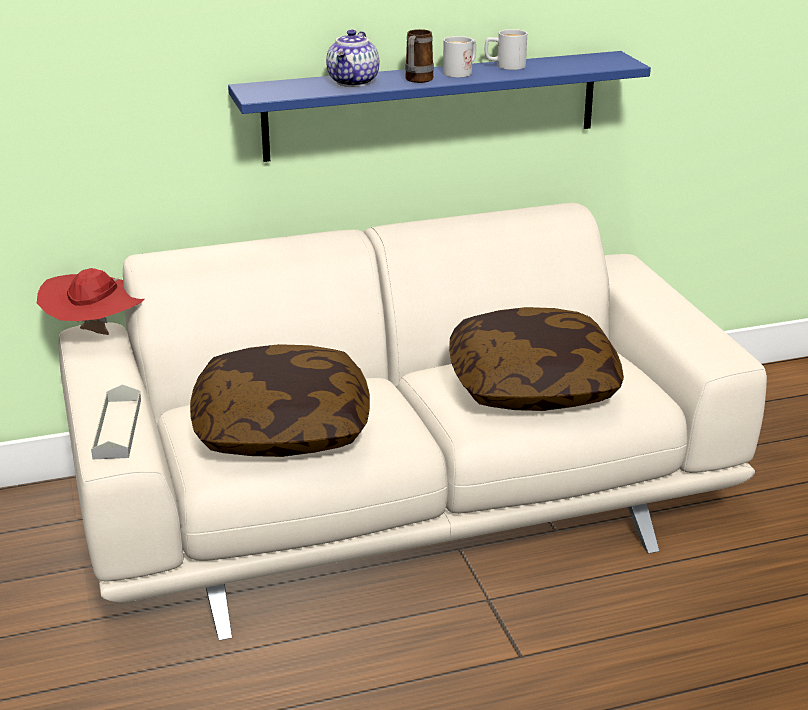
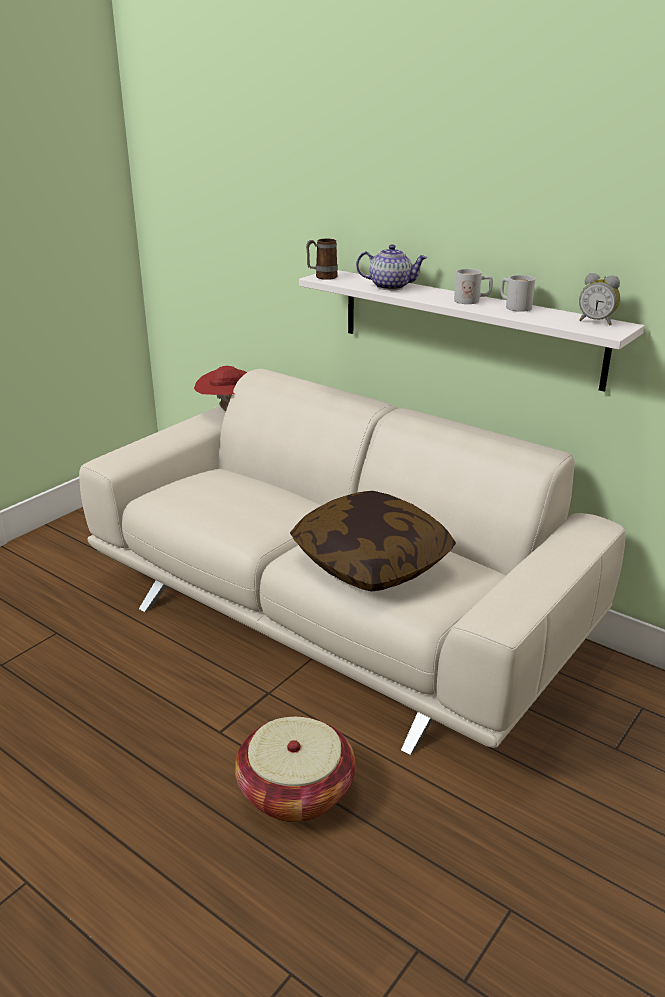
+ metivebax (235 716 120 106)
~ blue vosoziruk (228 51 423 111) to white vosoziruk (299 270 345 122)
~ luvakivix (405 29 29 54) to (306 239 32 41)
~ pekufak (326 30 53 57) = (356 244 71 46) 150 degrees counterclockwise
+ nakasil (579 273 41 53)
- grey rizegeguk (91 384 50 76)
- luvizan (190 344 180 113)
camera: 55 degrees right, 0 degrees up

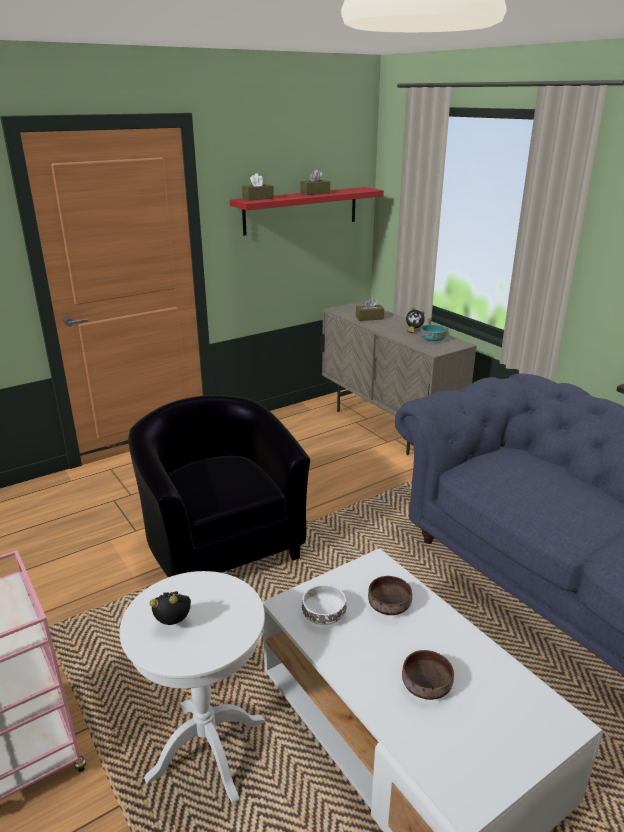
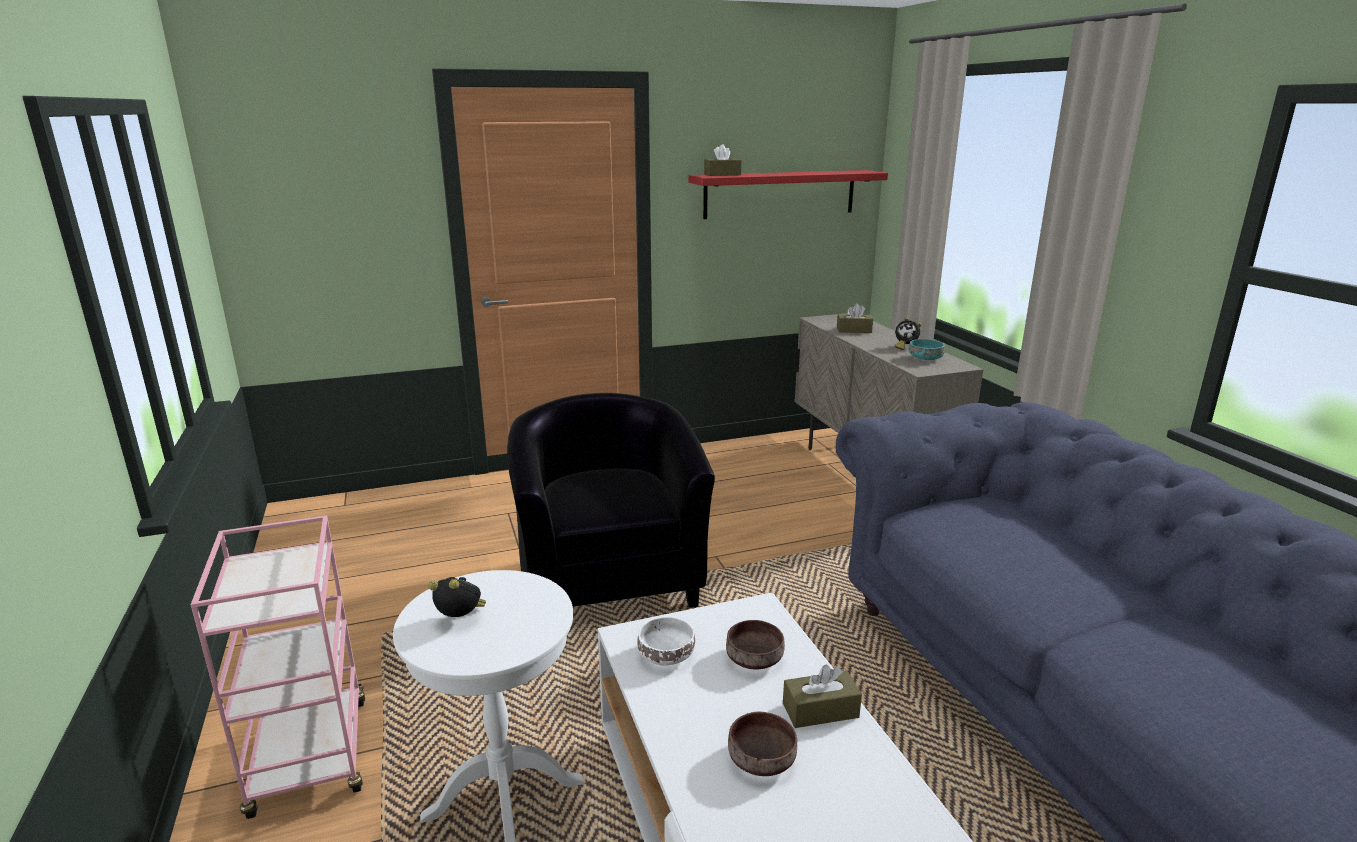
~ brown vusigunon (300 169 30 26) to (783 665 79 63)
camera: 15 degrees right, 5 degrees down

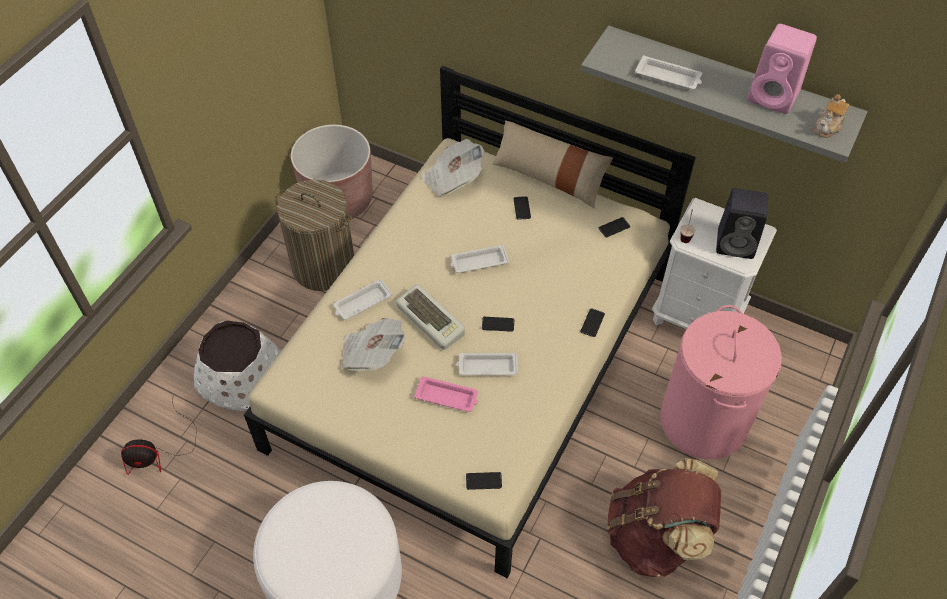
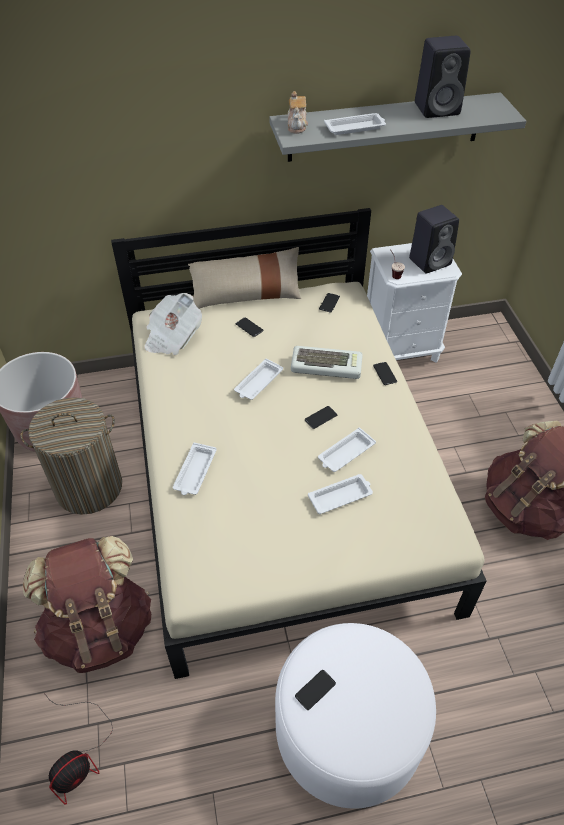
~ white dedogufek (194 321 87 90) to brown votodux (23 536 128 137)
~ pekufak (814 94 35 44) to (288 91 20 42)
~ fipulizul (396 284 69 66) to (291 346 72 33)
~ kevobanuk (466 472 36 18) to (295 670 41 40)
~ pink rizegeguk (414 376 64 36) to white rizegeguk (308 474 65 40)
~ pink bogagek (747 24 70 90) to black bogagek (415 36 56 82)
- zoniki (342 318 63 53)
- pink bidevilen (660 305 122 154)
camera: 40 degrees left, 5 degrees down

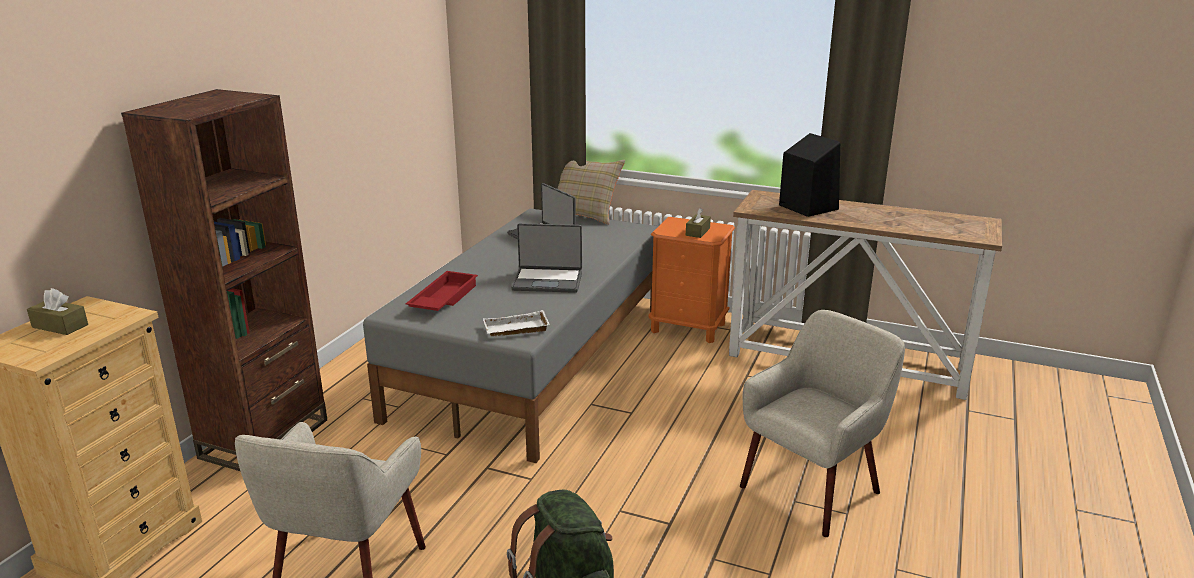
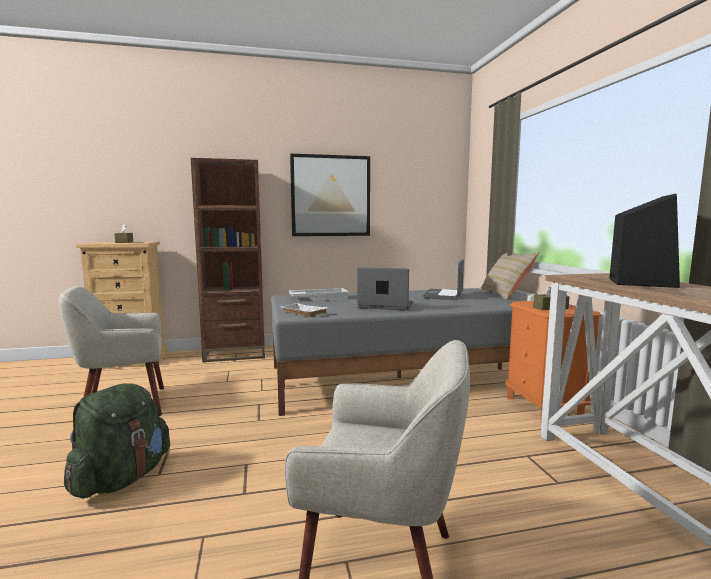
~ red rizegeguk (406 271 72 40) to white rizegeguk (288 288 61 13)
+ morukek (290 154 80 82)
~ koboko (511 223 71 70) = (357 267 56 43) 135 degrees clockwise
camera: 55 degrees right, 15 degrees down

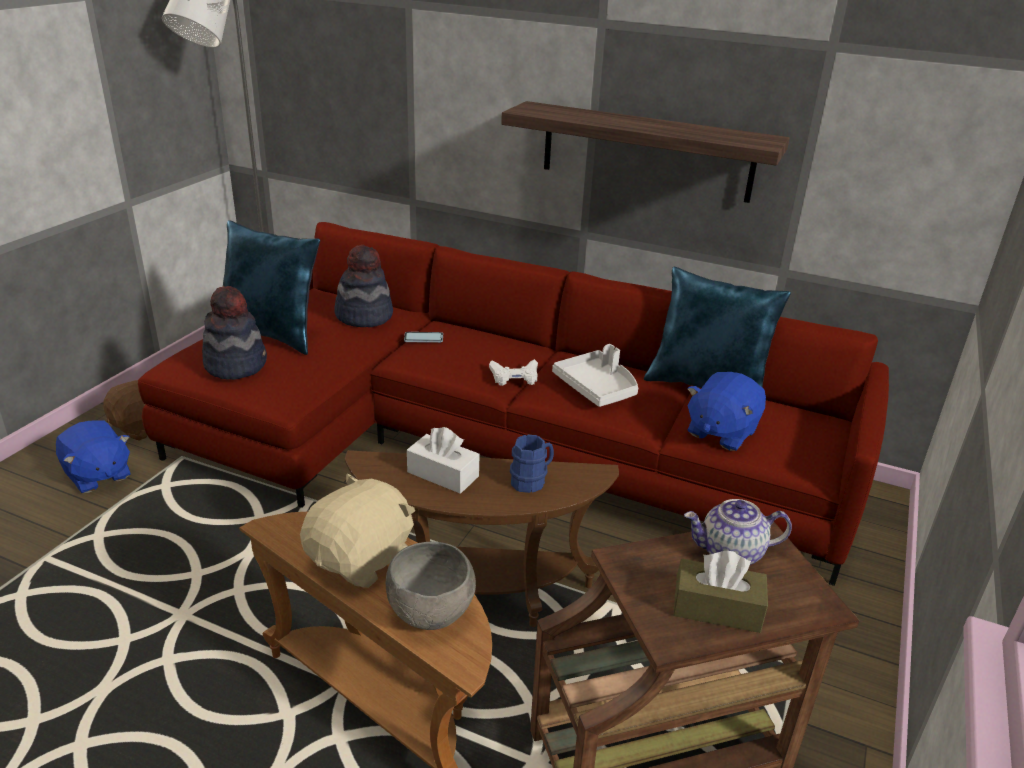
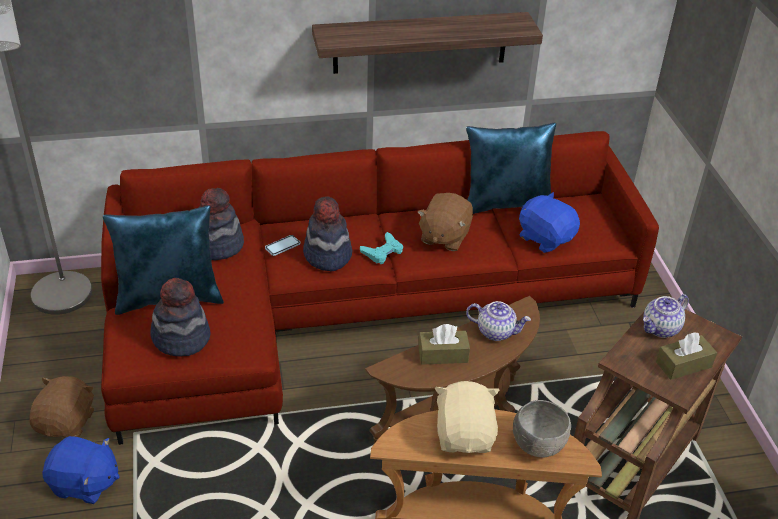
+ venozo (303 196 49 75)
~ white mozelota (489 359 49 27) to turquoise mozelota (360 232 43 32)
~ white rizegeguk (552 344 86 63) to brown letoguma (418 193 55 58)
~ white vusigunon (407 427 73 67) to brown vusigunon (418 324 52 41)
~ blue luvakivix (510 435 44 58) to pekufak (466 301 65 40)
~ blue letoguma (687 372 79 79) = (519 192 61 61) 135 degrees clockwise
camera: 35 degrees left, 10 degrees up

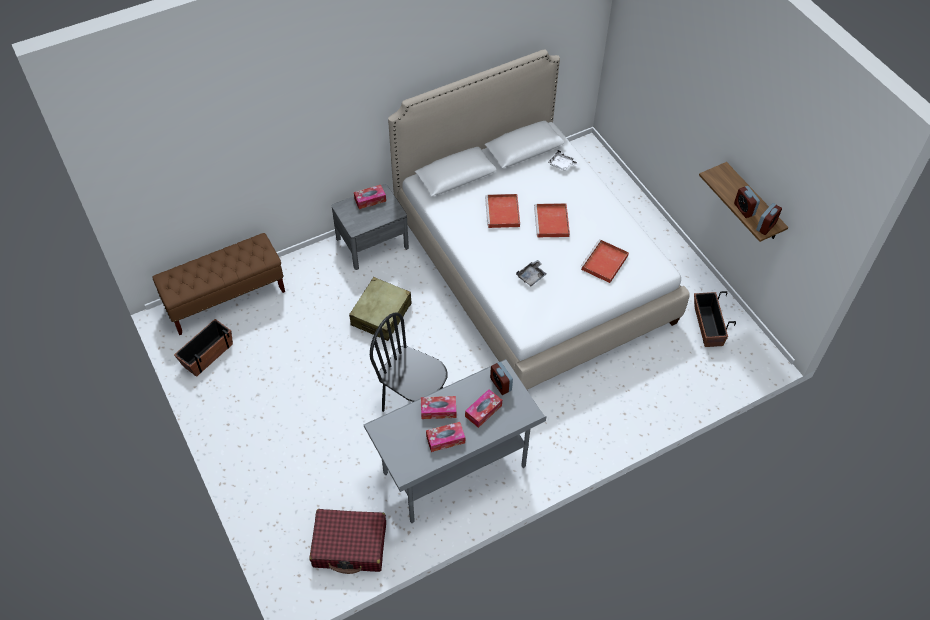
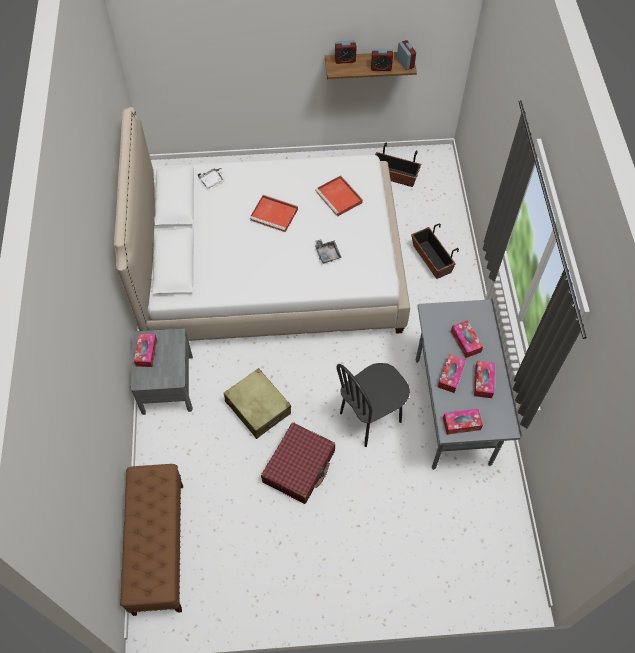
~ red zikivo (310 509 76 65) to (261 422 74 82)
~ nakasil (490 362 23 33) to (335 40 22 24)
~ dedogufek (174 319 59 58) to (411 223 48 56)
+ vusigunon (443 409 40 26)
- red rizegeguk (485 194 35 34)
camera: 65 degrees left, 5 degrees up

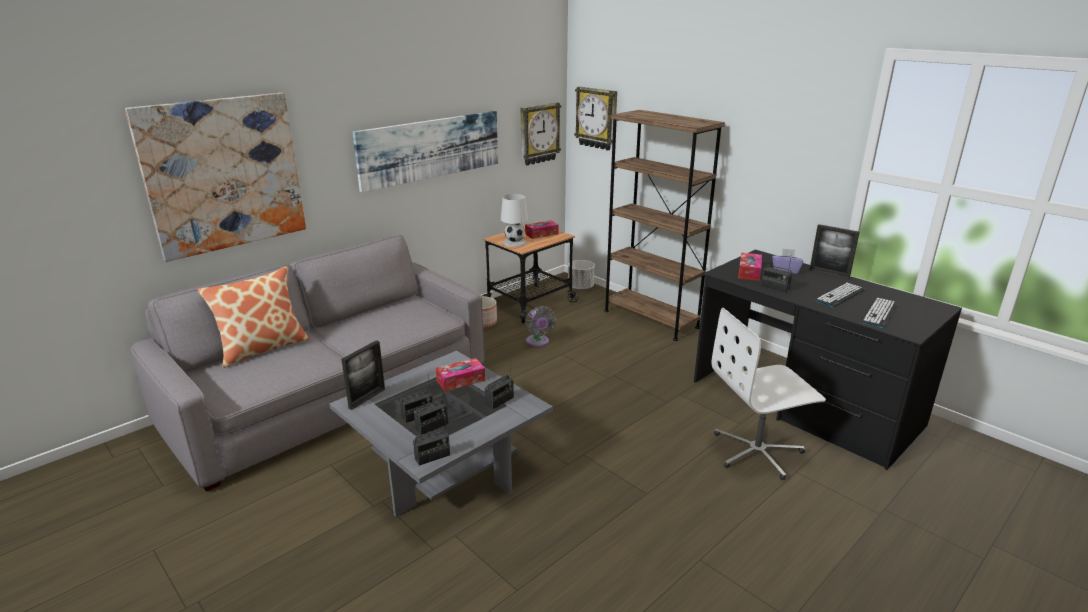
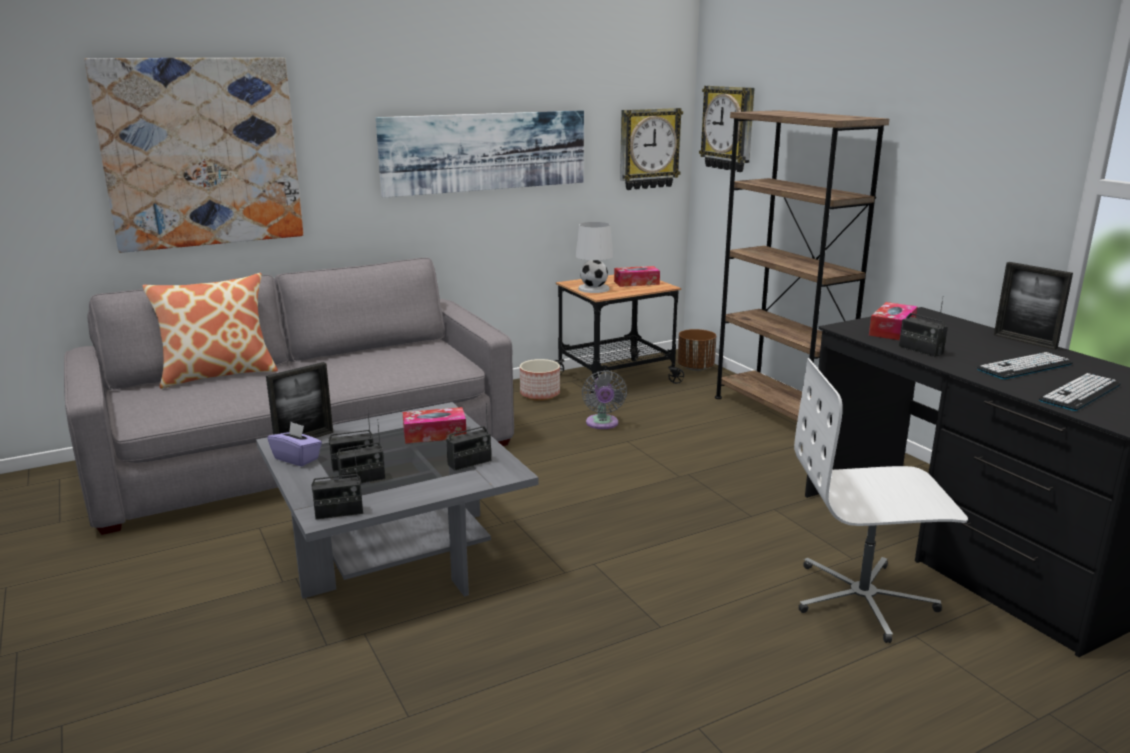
~ purple vusigunon (772 248 31 26) to (267 422 55 44)
~ white dedogufek (568 260 27 30) to brown dedogufek (678 329 38 42)
camera: 15 degrees right, 5 degrees down

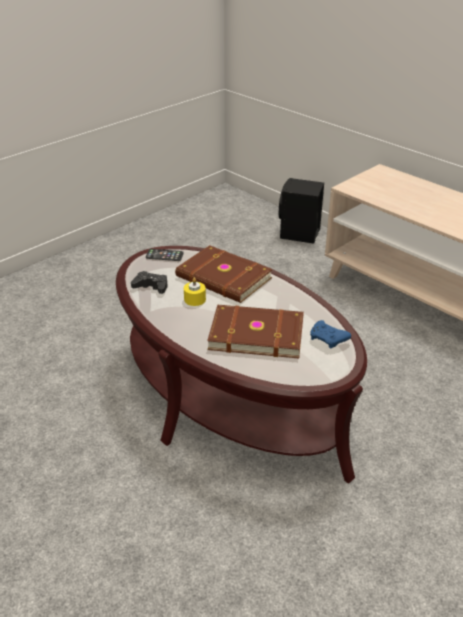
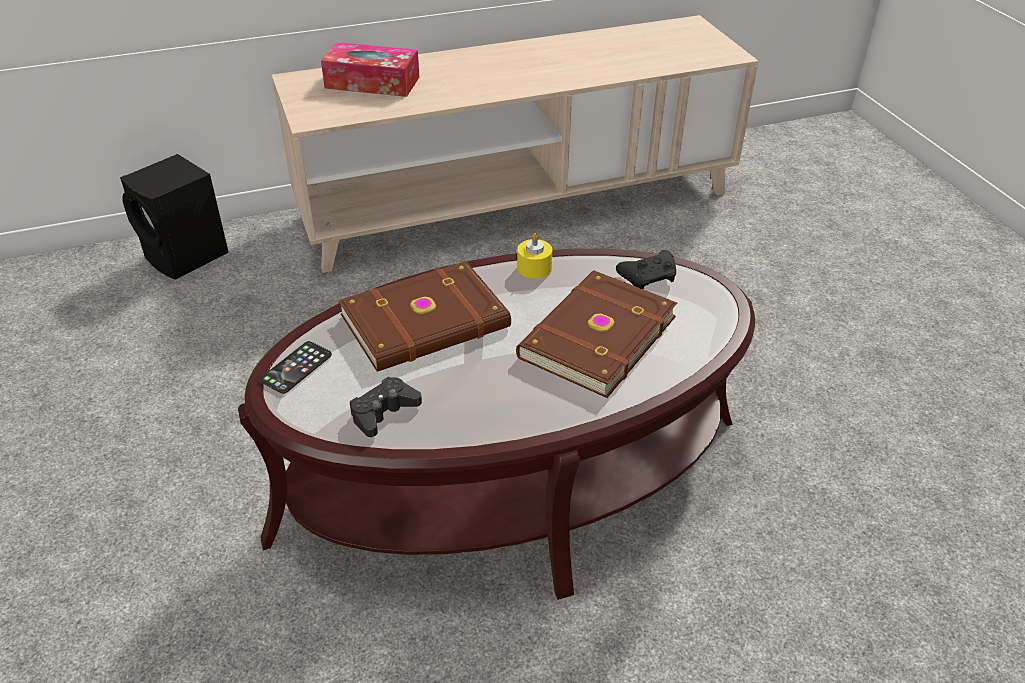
+ vusigunon (321 42 98 55)
~ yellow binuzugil (184 278 22 28) to (517 233 35 45)
~ blue mozelota (310 320 41 28) to black mozelota (616 250 60 39)
camera: 65 degrees left, 5 degrees up

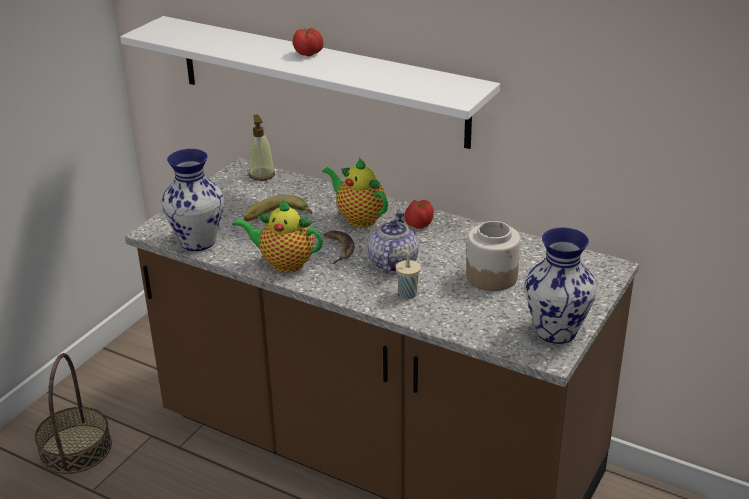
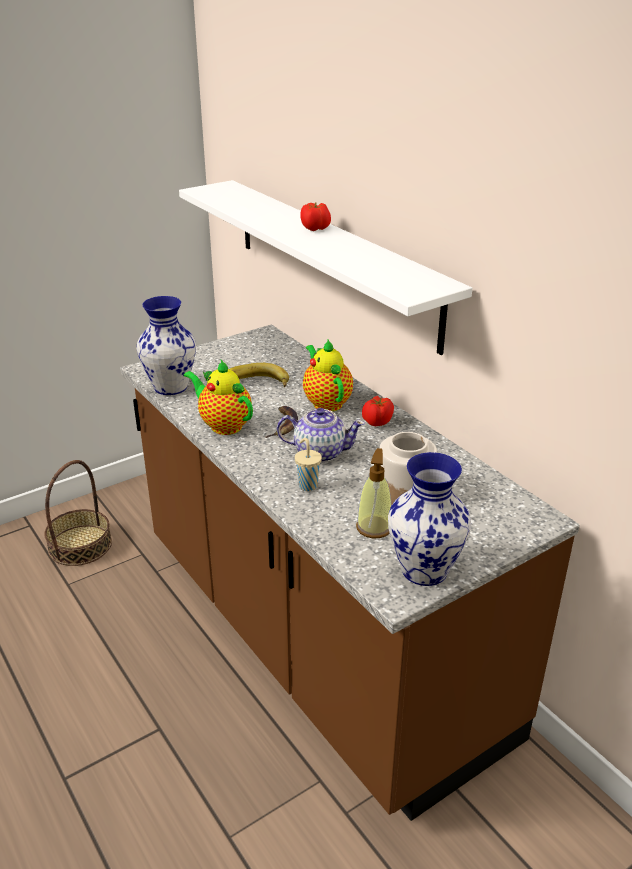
~ pekufak (368 211 51 63) = (277 408 88 55) 60 degrees clockwise
~ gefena (249 114 26 67) to (356 448 36 90)
camera: 25 degrees right, 0 degrees up

